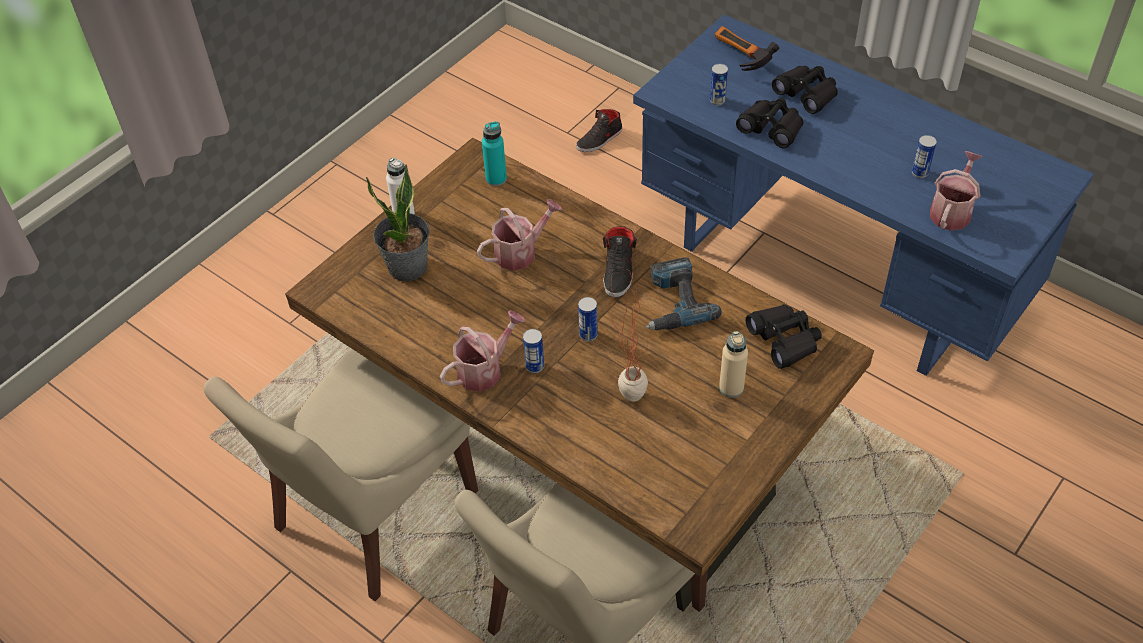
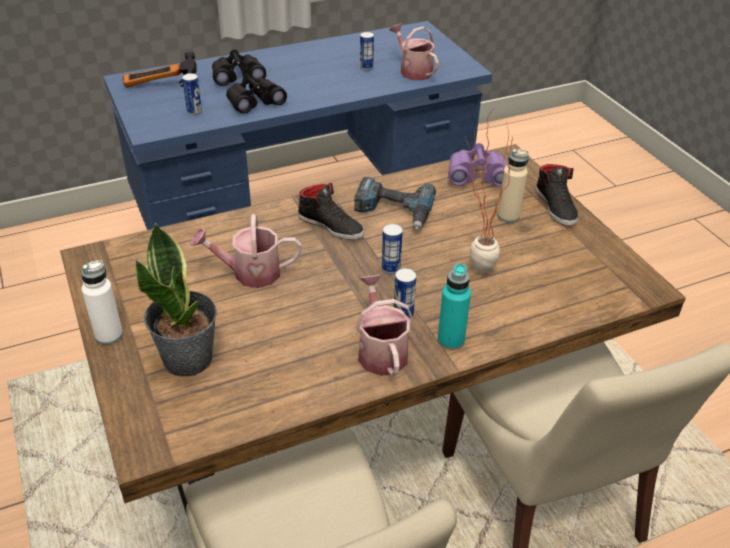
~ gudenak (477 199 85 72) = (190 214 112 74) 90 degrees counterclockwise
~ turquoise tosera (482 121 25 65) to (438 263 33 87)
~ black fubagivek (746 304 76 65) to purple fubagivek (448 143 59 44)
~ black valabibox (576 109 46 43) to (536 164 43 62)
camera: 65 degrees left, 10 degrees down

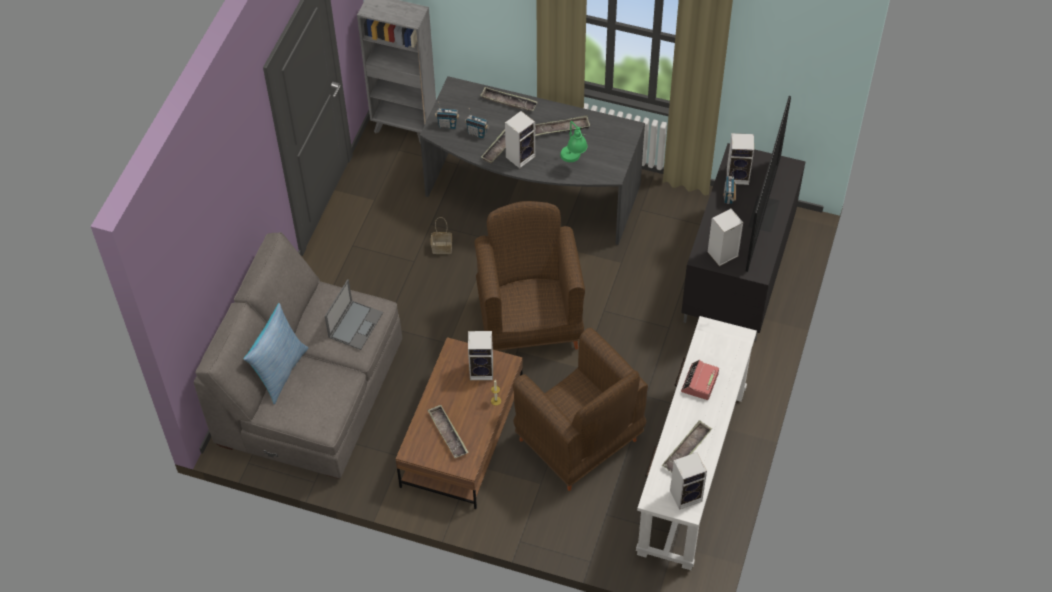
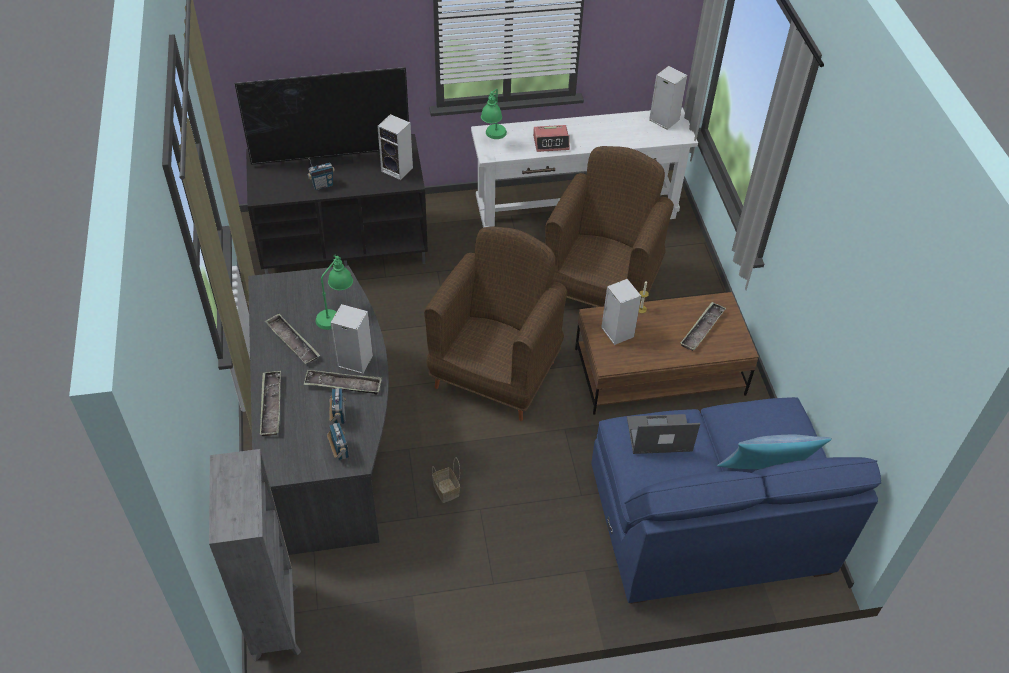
~ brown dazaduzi (474 201 111 150) = (424 226 143 195) 150 degrees clockwise
+ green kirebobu (481 88 26 51)
~ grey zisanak (194 232 209 247) to blue zisanak (591 397 290 207)
- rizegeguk (662 420 50 52)
- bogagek (727 133 27 52)
camera: 120 degrees left, 5 degrees down

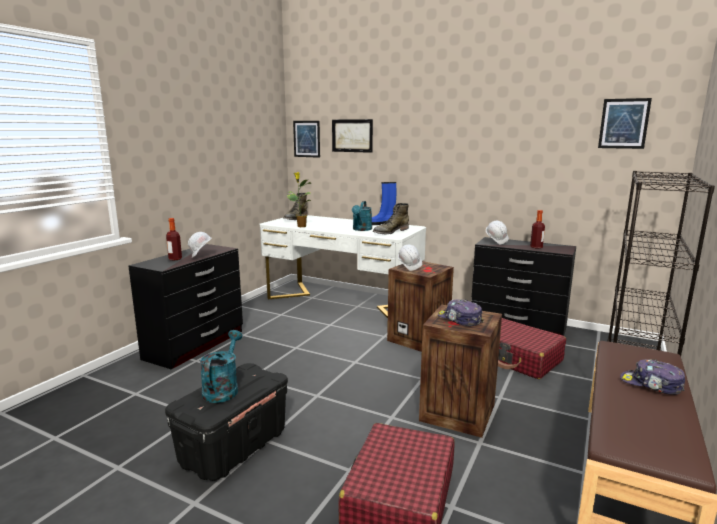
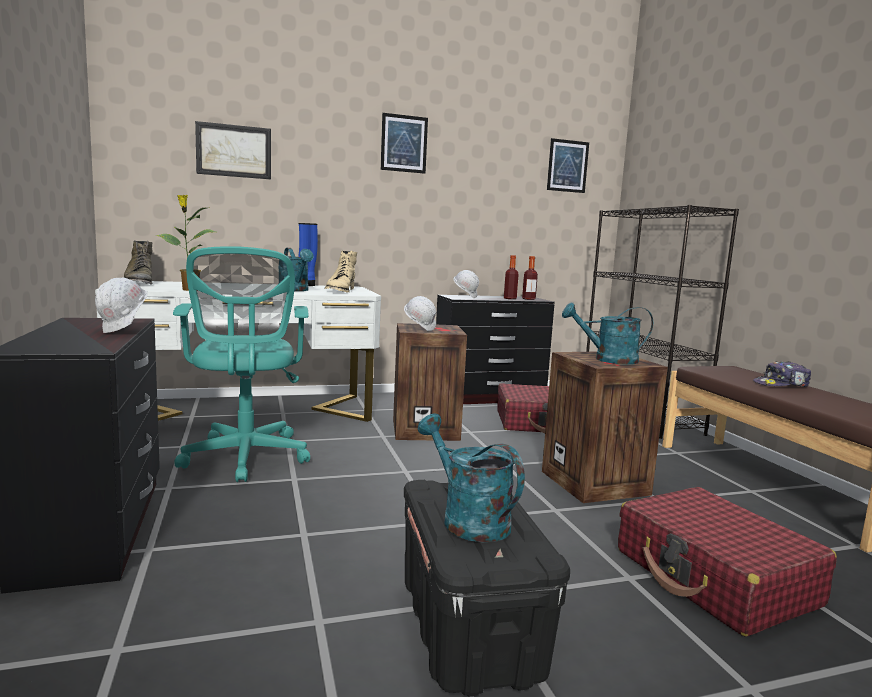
+ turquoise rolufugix (173 246 137 236)
~ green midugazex (373 203 36 32) to beige midugazex (324 251 33 42)
~ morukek (293 121 27 37) to (381 113 47 61)
~ tosera (166 218 16 42) to (522 256 16 44)
~ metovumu (438 299 46 27) to turquoise gudenak (562 302 91 63)
camera: 45 degrees left, 5 degrees down

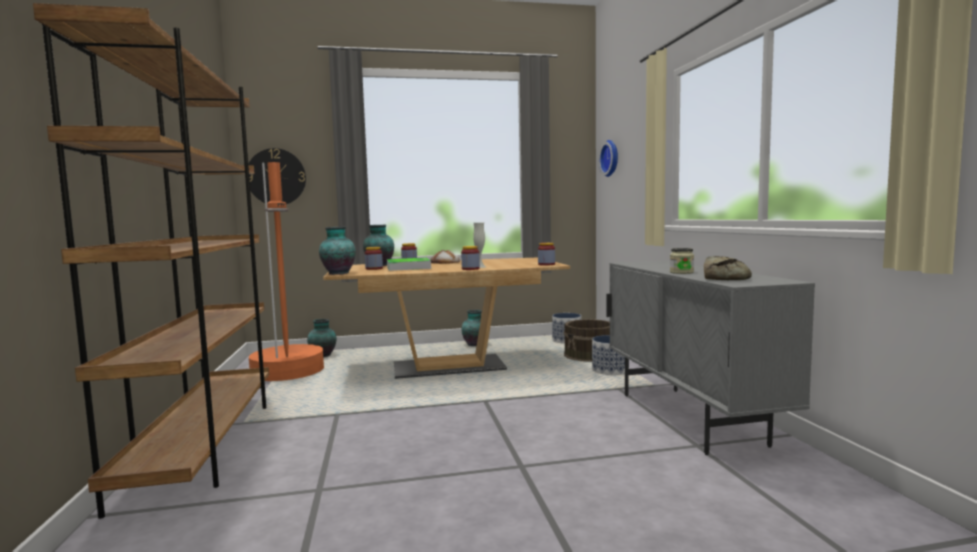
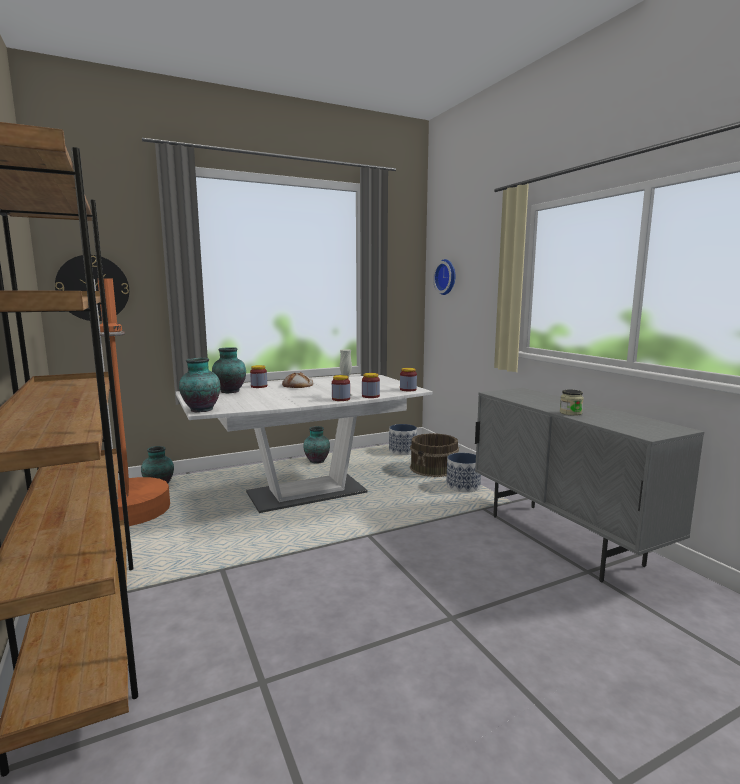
~ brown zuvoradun (323 257 247 122) to white zuvoradun (176 375 257 138)
~ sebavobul (365 247 18 23) to (362 373 18 25)
- rizegeguk (387 258 44 13)
- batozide (704 256 48 24)
camera: 15 degrees left, 5 degrees up

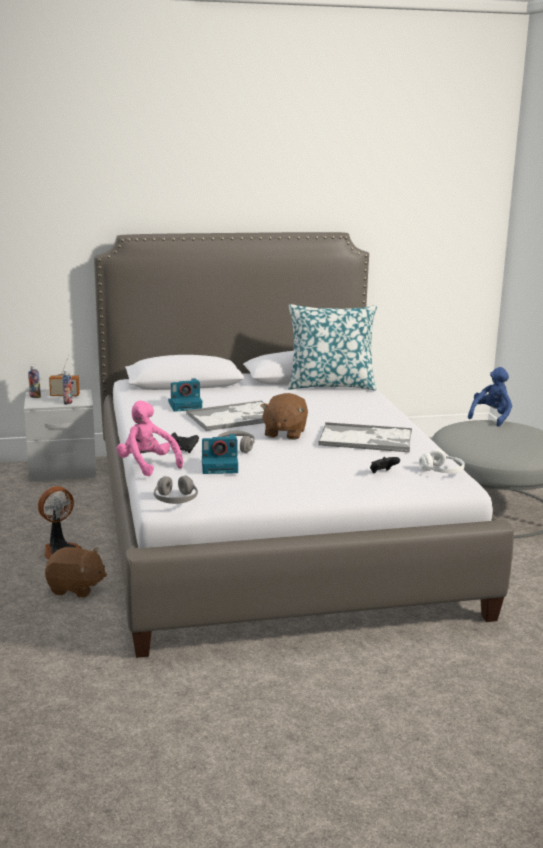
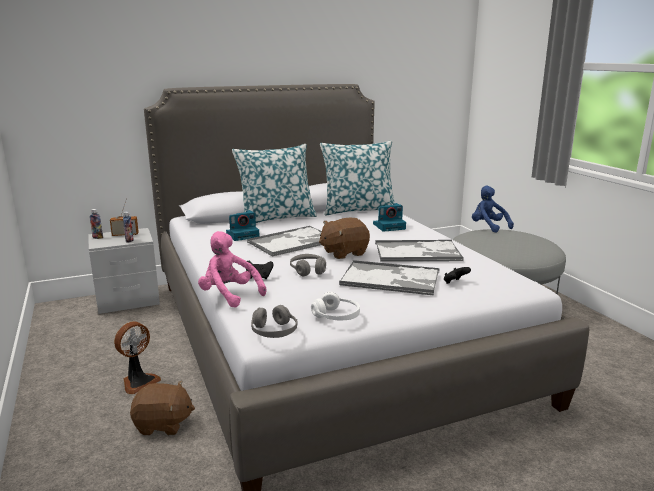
+ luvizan (232 144 85 79)
~ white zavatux (419 449 46 24) to (311 292 49 28)
~ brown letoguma (260 393 48 47) = (319 218 51 41) 60 degrees clockwise
+ rizegeguk (339 260 101 36)
~ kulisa (202 434 36 40) to (373 203 33 29)
~ blue letoguma (468 367 44 60) = (472 186 42 46) 60 degrees counterclockwise
camera: 10 degrees left, 0 degrees up

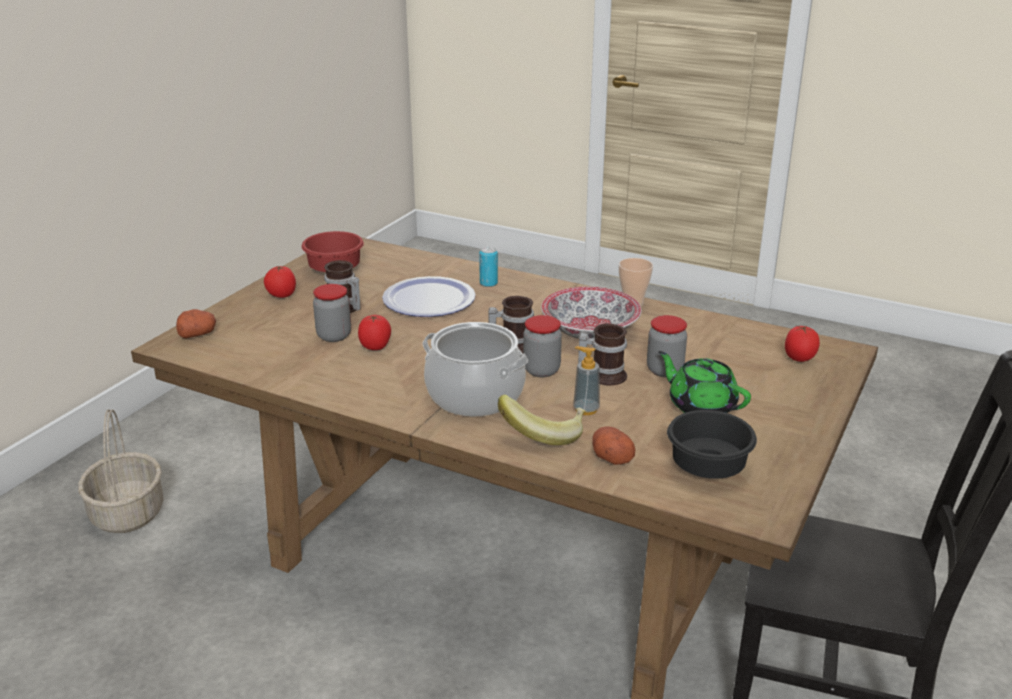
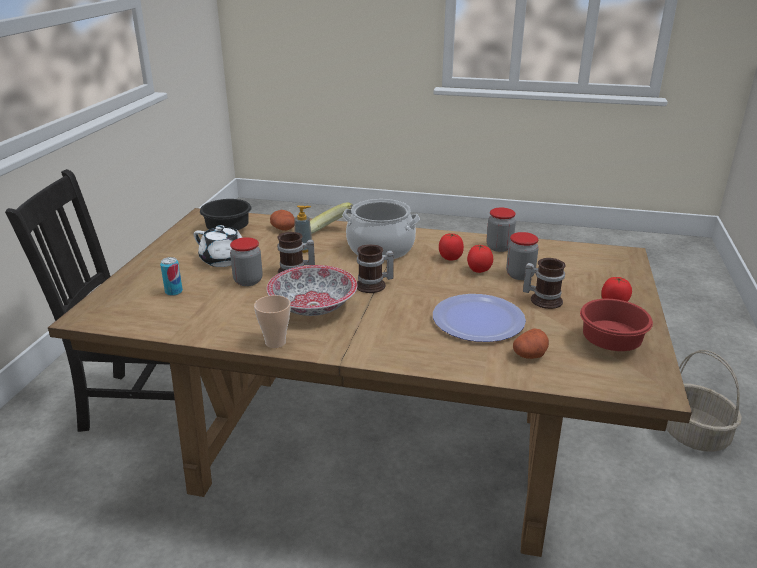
~ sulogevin (479 246 19 41) to (160 257 23 39)
~ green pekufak (658 351 93 62) to white pekufak (193 225 49 42)
~ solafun (785 326 35 36) to (439 233 25 28)
~ sebavobul (523 315 39 62) to (487 208 29 44)
~ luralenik (176 309 40 29) to (513 328 36 31)
camera: 165 degrees right, 0 degrees up

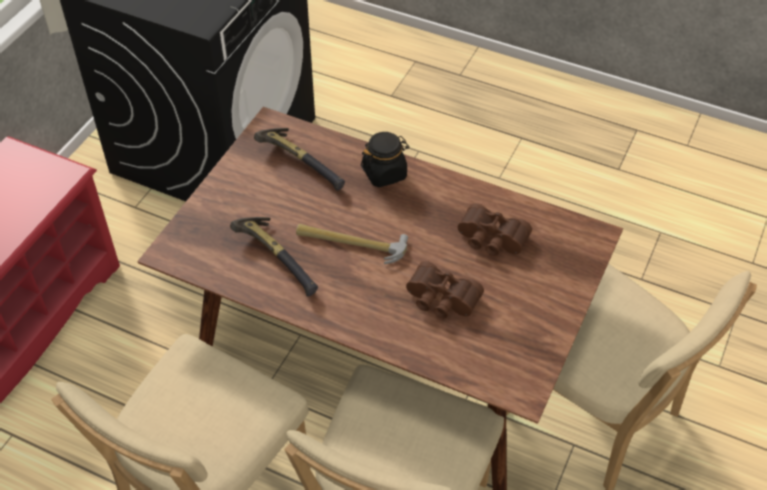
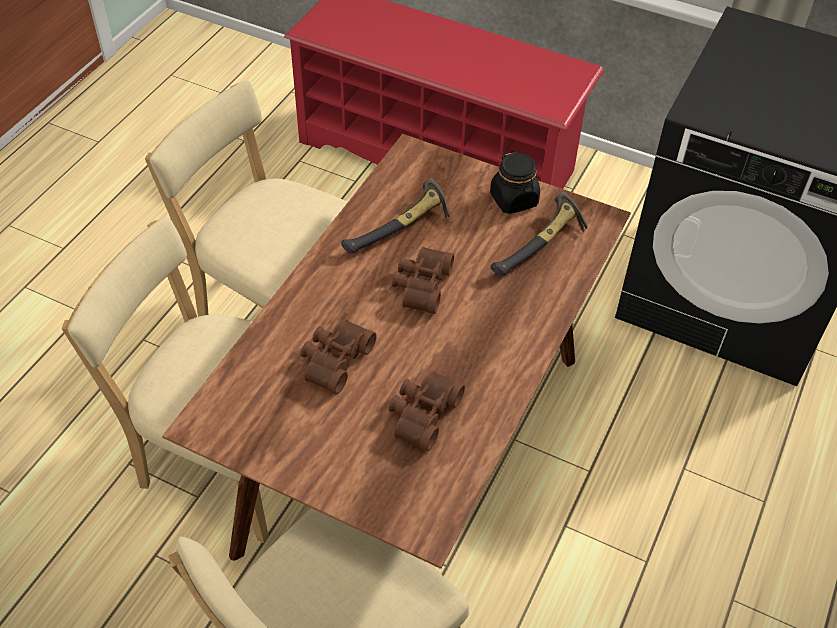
~ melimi (296 224 112 40) to brown fubagivek (392 247 62 67)
~ black sebavobul (361 132 49 55) to (490 151 50 63)
camera: 90 degrees right, 0 degrees up

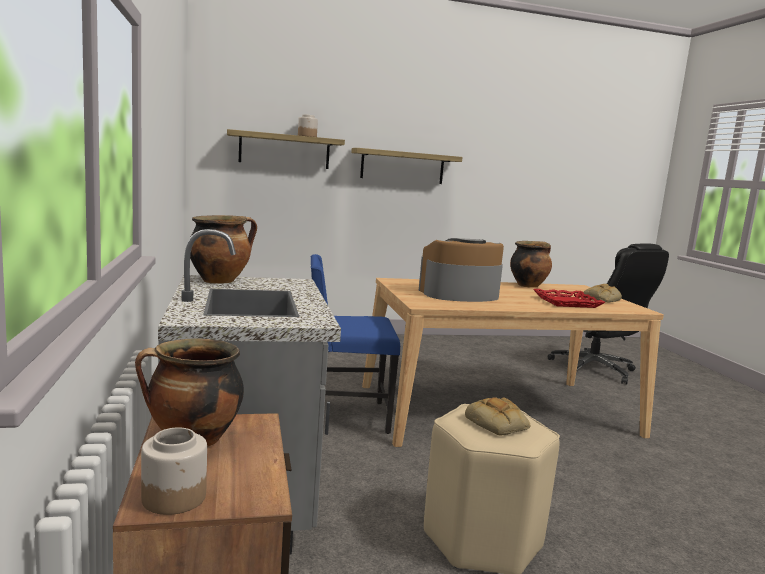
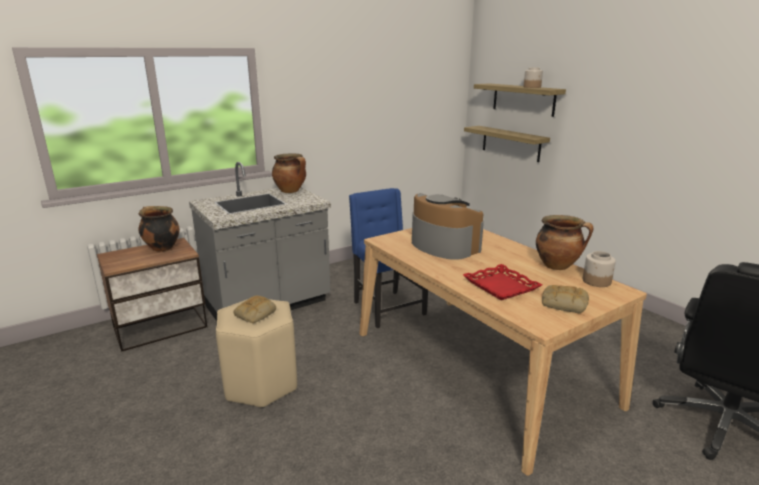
~ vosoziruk (351 148 112 36) to (464 126 86 36)
~ sebavobul (141 427 66 88) to (582 251 34 36)
camera: 70 degrees right, 10 degrees up

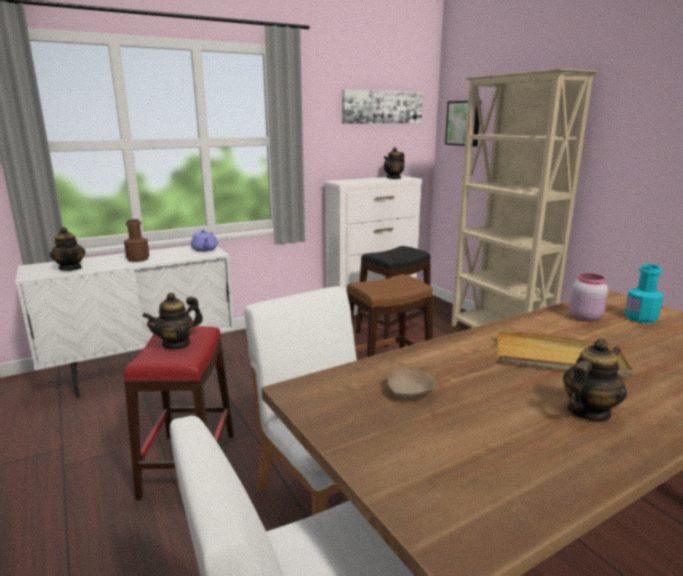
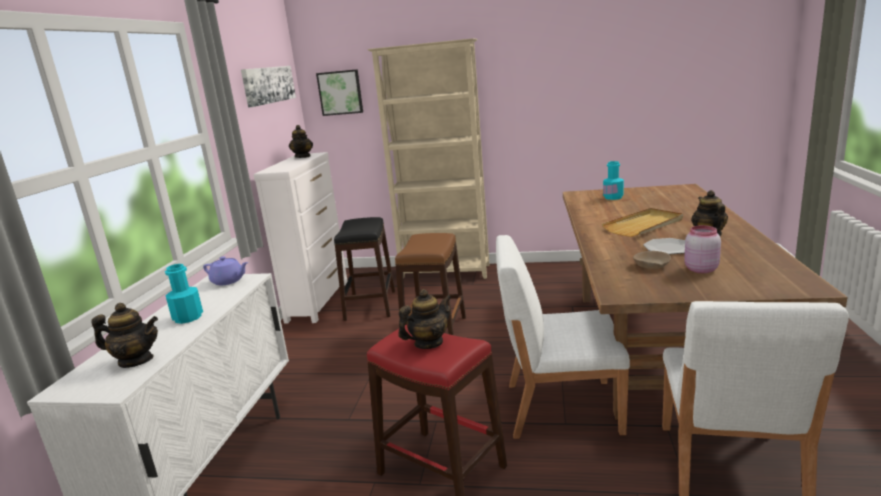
~ brown tosera (124 219 25 43) to turquoise tosera (165 264 38 60)
~ pekufak (143 292 60 58) = (398 289 54 60) 120 degrees counterclockwise
+ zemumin (643 238 42 17)
~ pink sebavobul (569 273 39 49) to (684 225 37 48)
camera: 50 degrees left, 0 degrees up

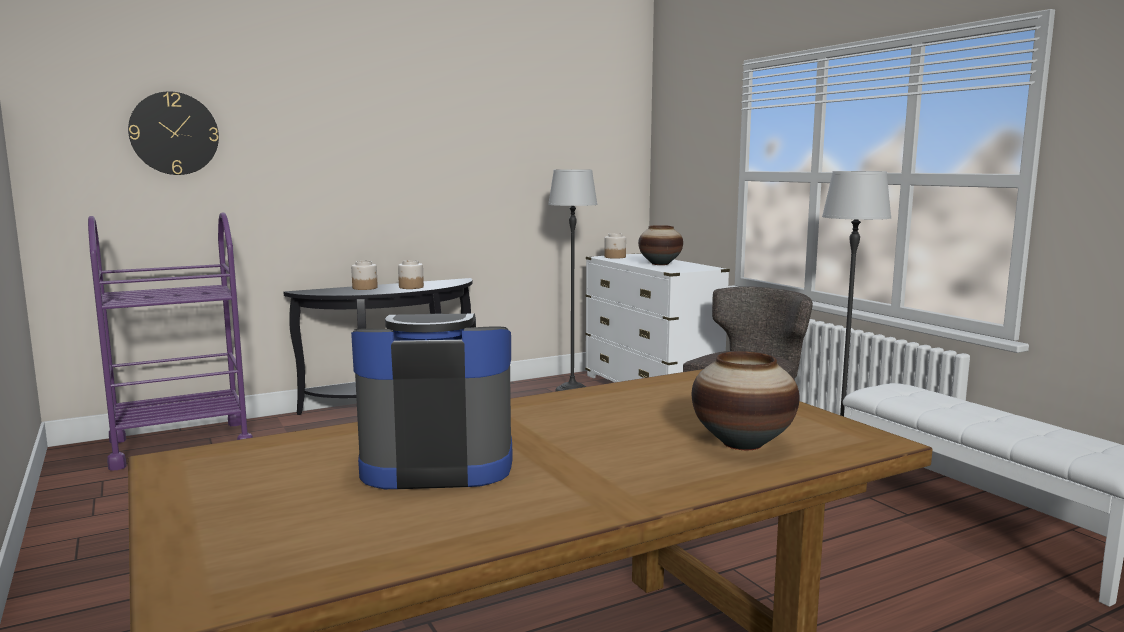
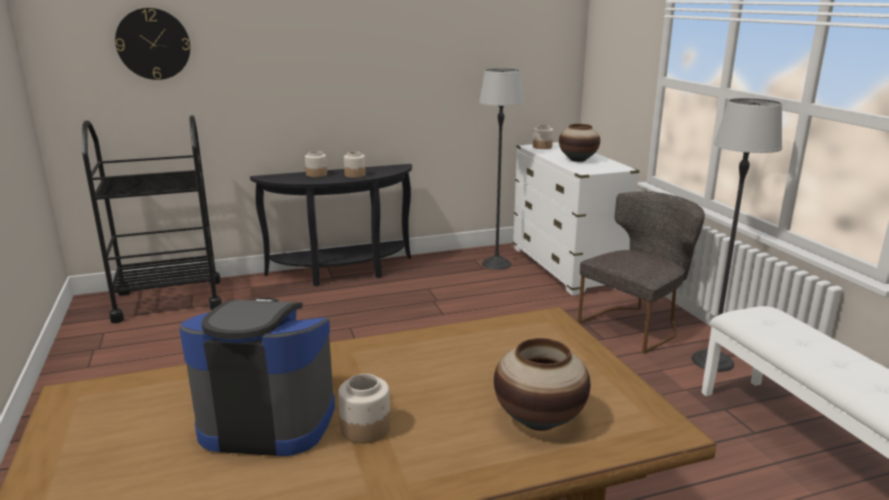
~ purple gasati (88 212 165 259) to black gasati (82 115 140 208)
+ sebavobul (338 374 52 70)
camera: 10 degrees right, 10 degrees up

